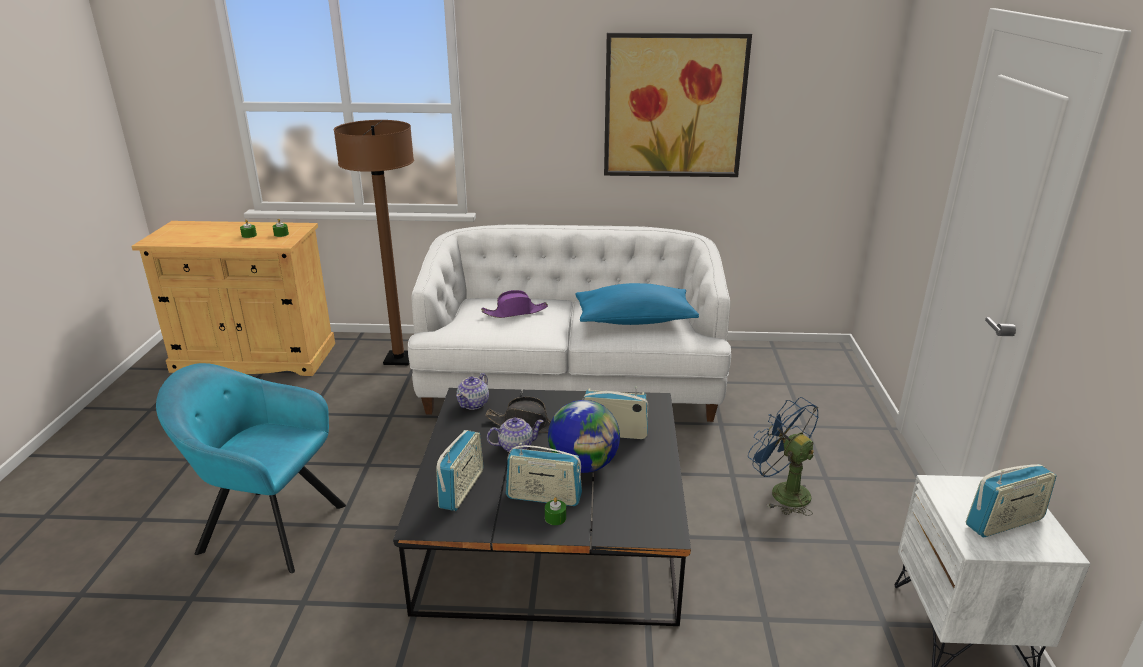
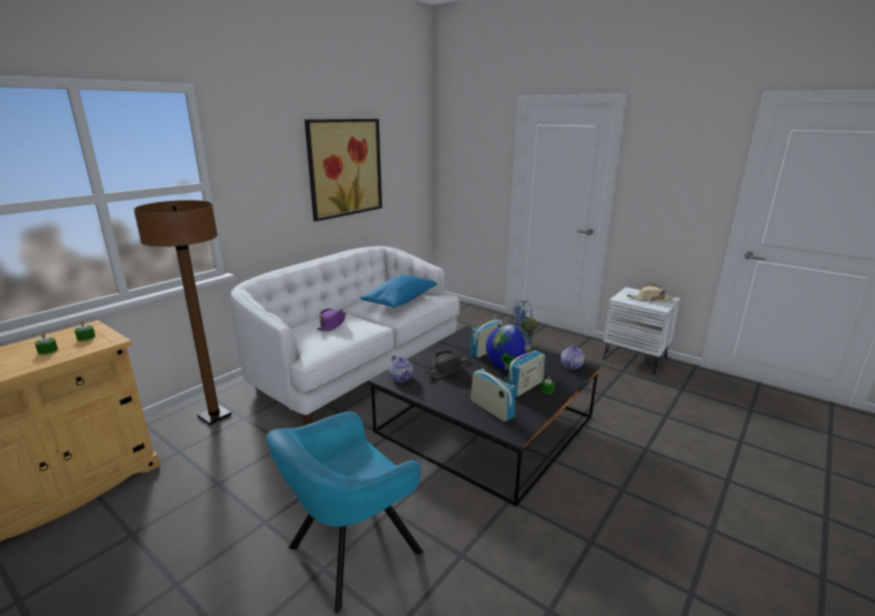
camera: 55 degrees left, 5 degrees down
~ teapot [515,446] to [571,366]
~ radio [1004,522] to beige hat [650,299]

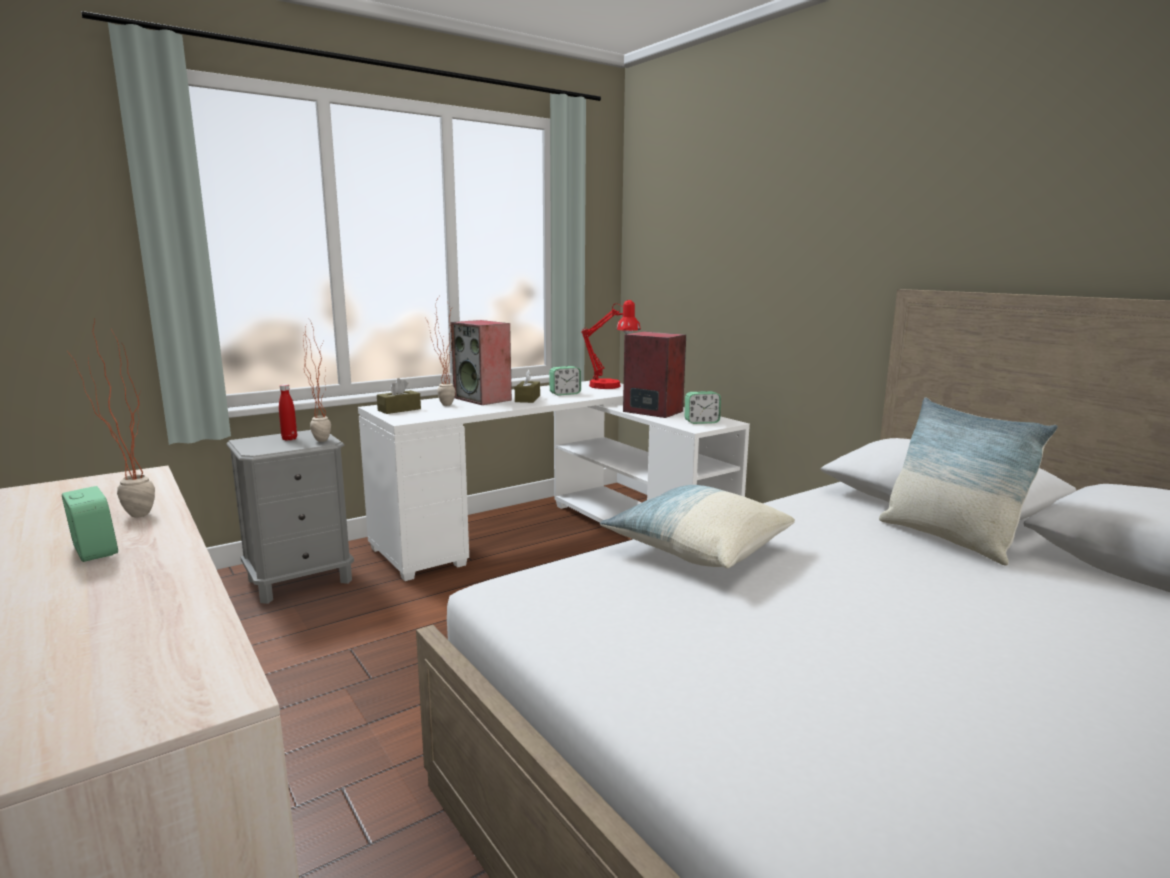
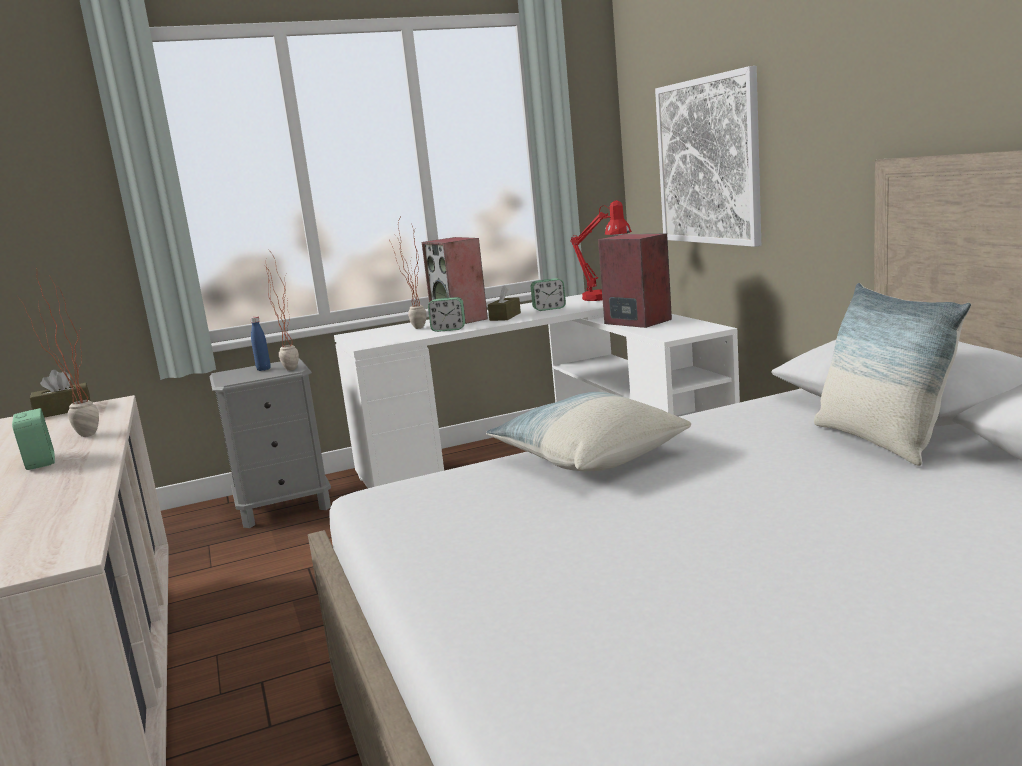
camera: 15 degrees right, 0 degrees up
+ picture [708,161]
~ brown tissue box [399,410] to [63,411]
~ alarm clock [701,422] to [448,329]
~ red bottle [289,439] to blue bottle [263,369]

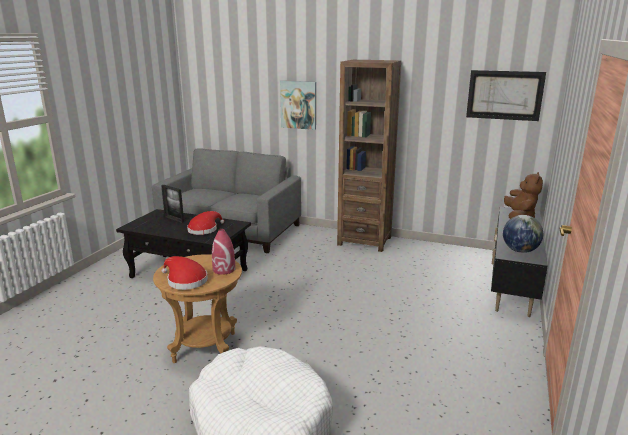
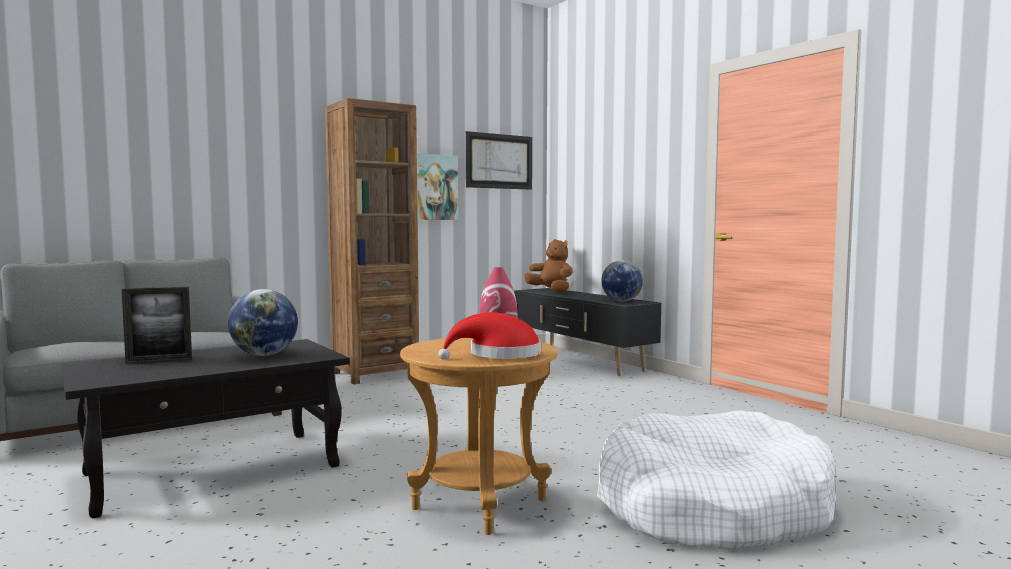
camera: 55 degrees left, 15 degrees down
~ picture [298,105] to [433,187]
~ red hat [204,229] to globe [264,355]

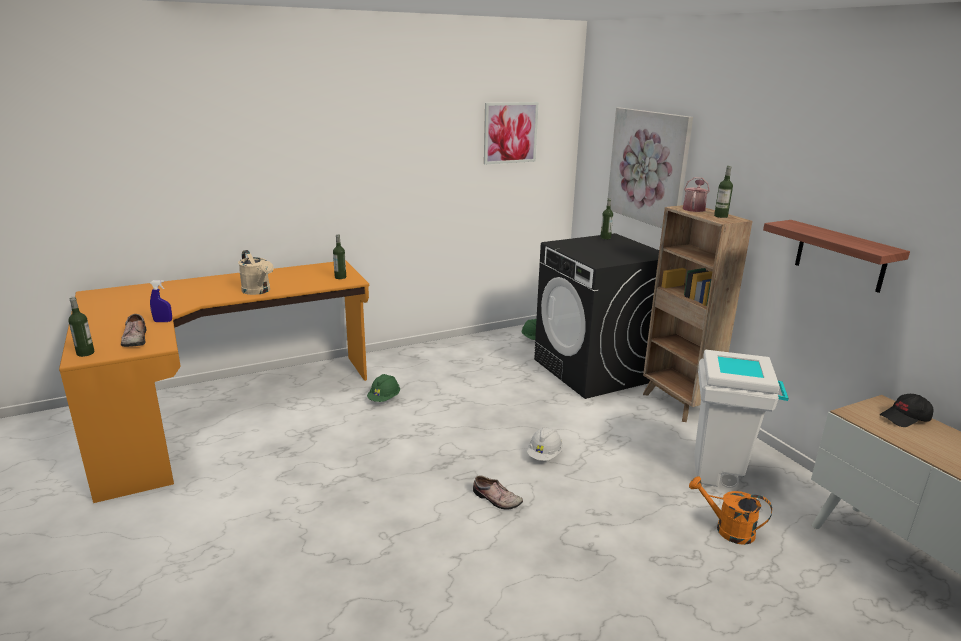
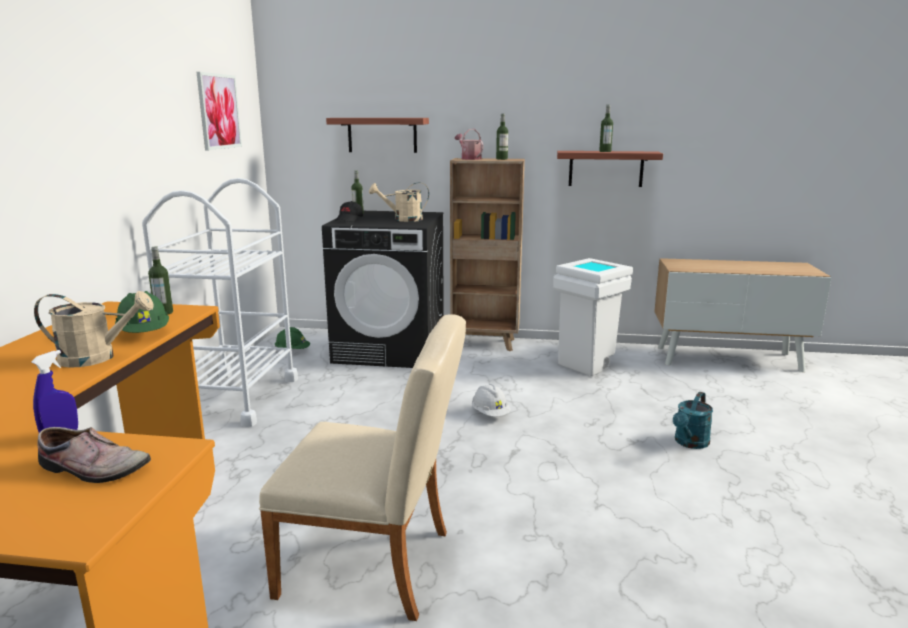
camera: 55 degrees left, 5 degrees down
- shoe [496,499]
- orange watering can [727,529]
+ white cart [236,398]
+ beige chair [377,565]
+ beige watering can [403,219]
+ turquoise watering can [689,443]
~ bottle [85,353] to [605,151]
~ green hard hat [384,399] to [144,333]
~ black cap [905,418] to [349,219]
~ picture [648,167] to shelf [382,135]

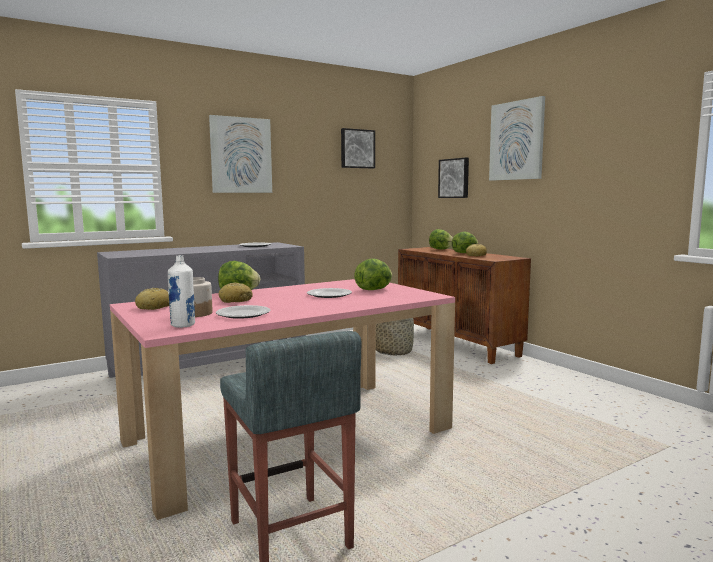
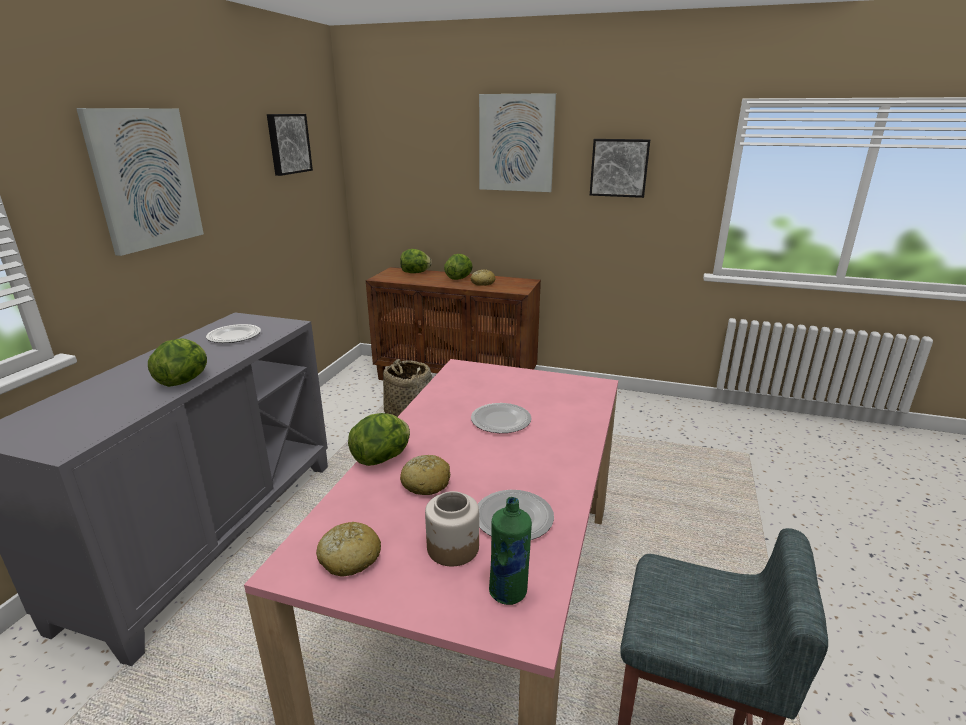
camera: 40 degrees left, 15 degrees up
~ lettuce [374,290] to [185,381]
~ picture [454,178] to [619,167]
~ white bottle [183,325] to green bottle [509,592]

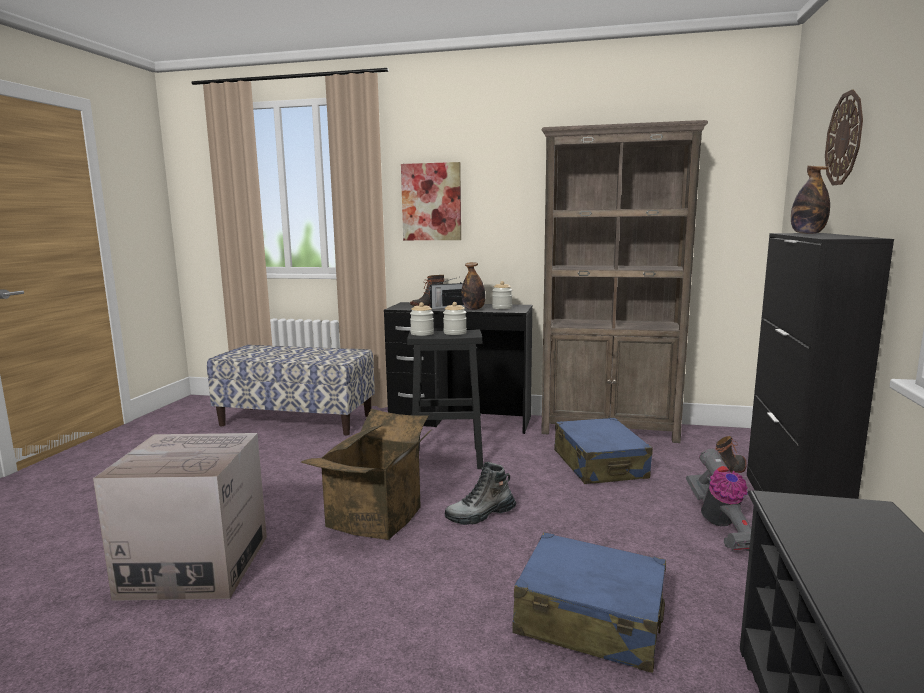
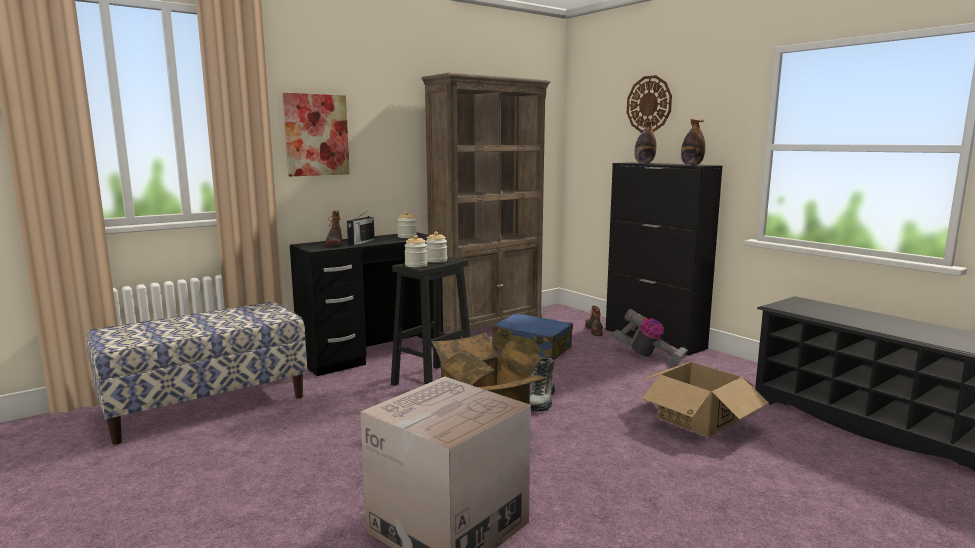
camera: 50 degrees left, 0 degrees up
~ bottle [473,309] to [691,165]
~ blue suitcase [589,620] to cardboard box [697,418]

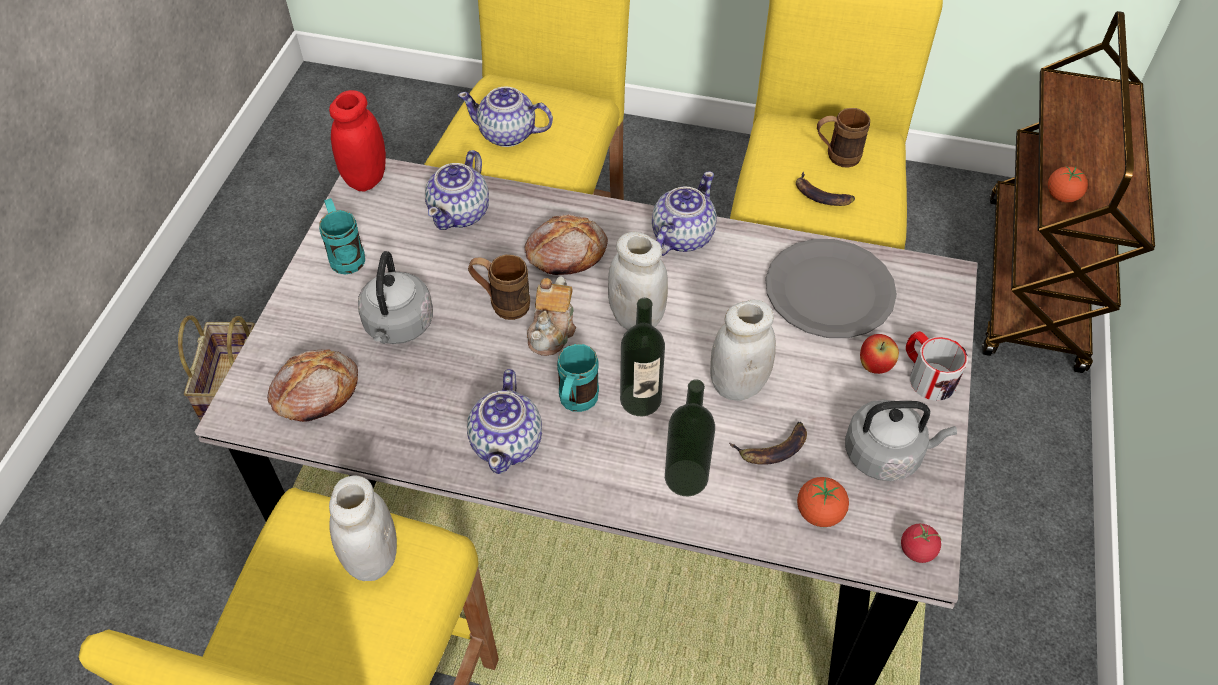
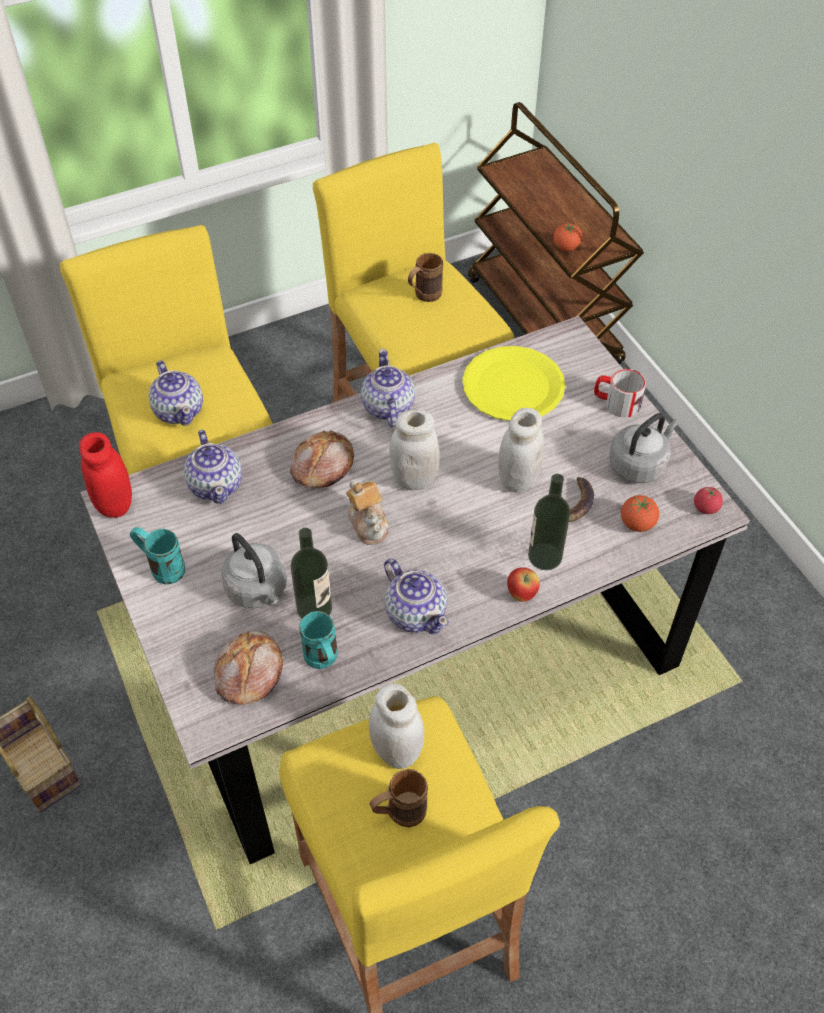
camera: 40 degrees left, 0 degrees up
- banana [822,195]
~ brown mug [502,303] to [398,814]
~ turquoise mug [575,404] to [323,662]
~ bottle [640,399] to [314,608]
~ apple [875,366] to [521,594]
~ grey plate [830,291] to yellow plate [513,386]
~ teapot [508,134] = [179,410] 90 degrees counterclockwise

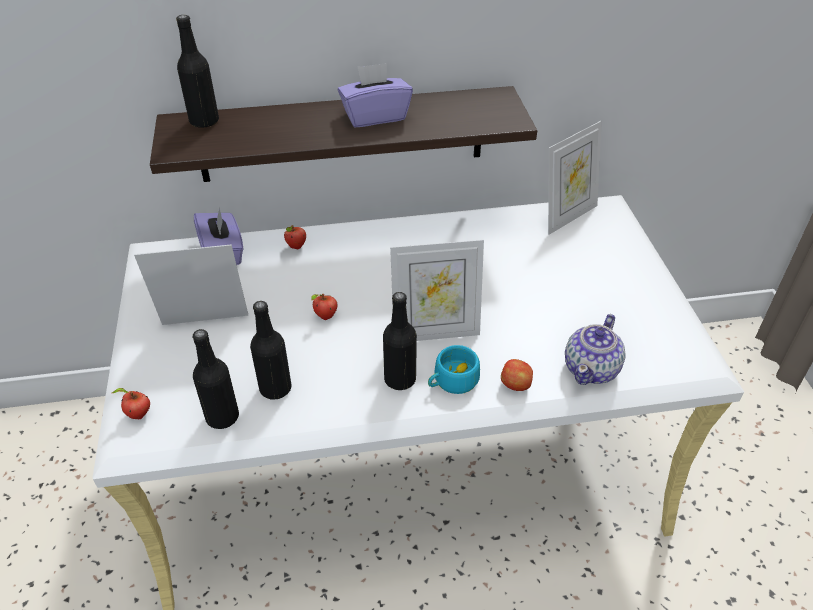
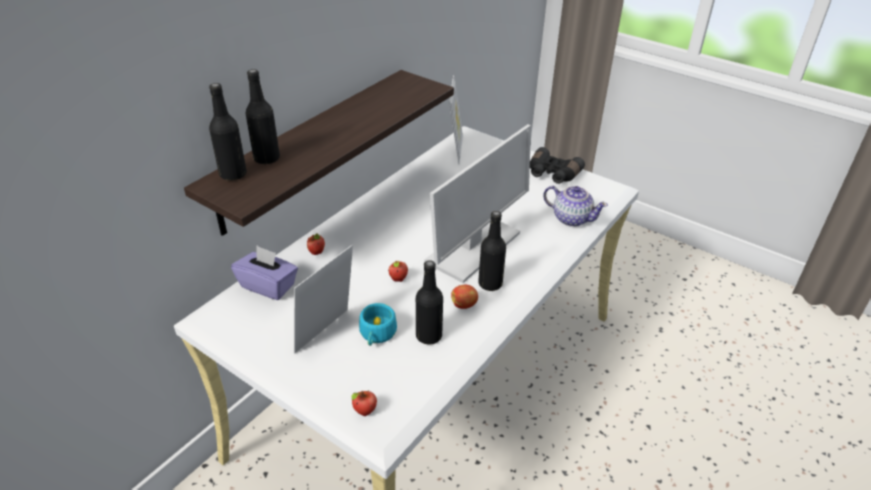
camera: 45 degrees left, 5 degrees down
- purple tissue box [375,116]
+ black binoculars [552,174]
~ black bottle [222,417] to [267,158]
~ turquoise cup [451,381] to [376,335]
~ apple [516,385] to [464,305]
~ picture frame [435,332] to monitor [473,248]
~ teapot [592,369] = [571,218] 45 degrees counterclockwise

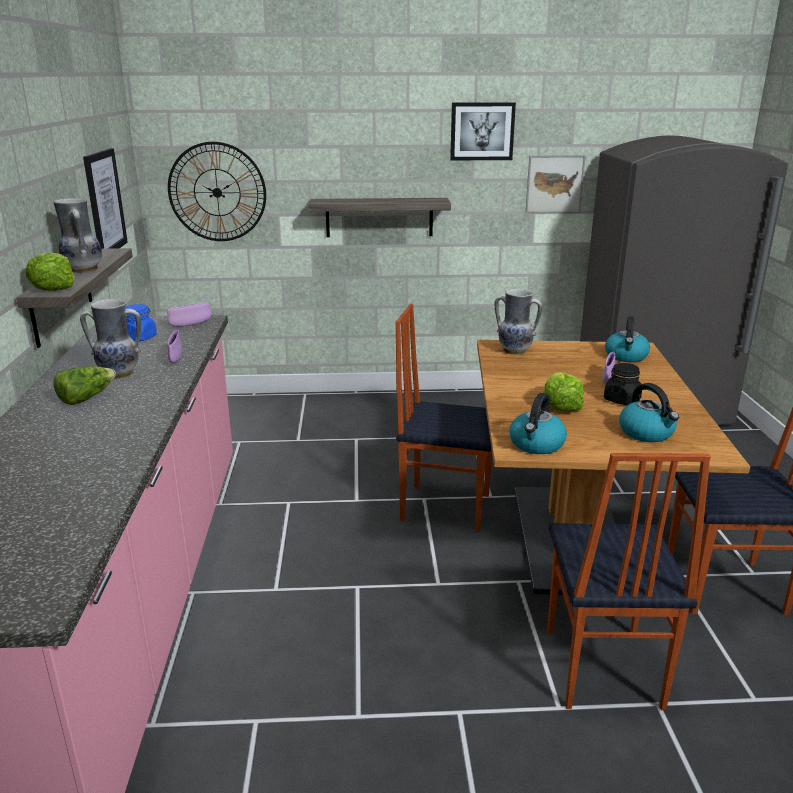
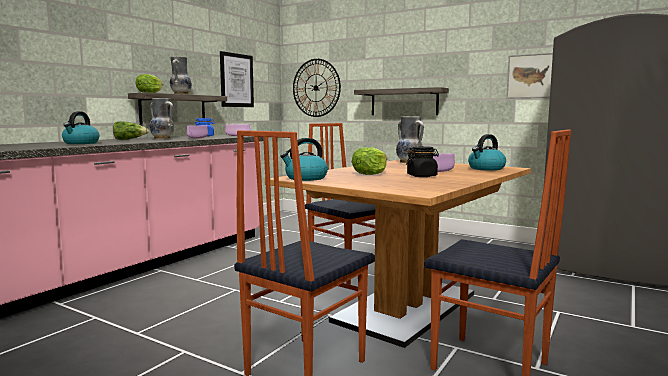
camera: 35 degrees right, 15 degrees down
- picture [482,131]
~ kettle [647,433] to [81,143]

